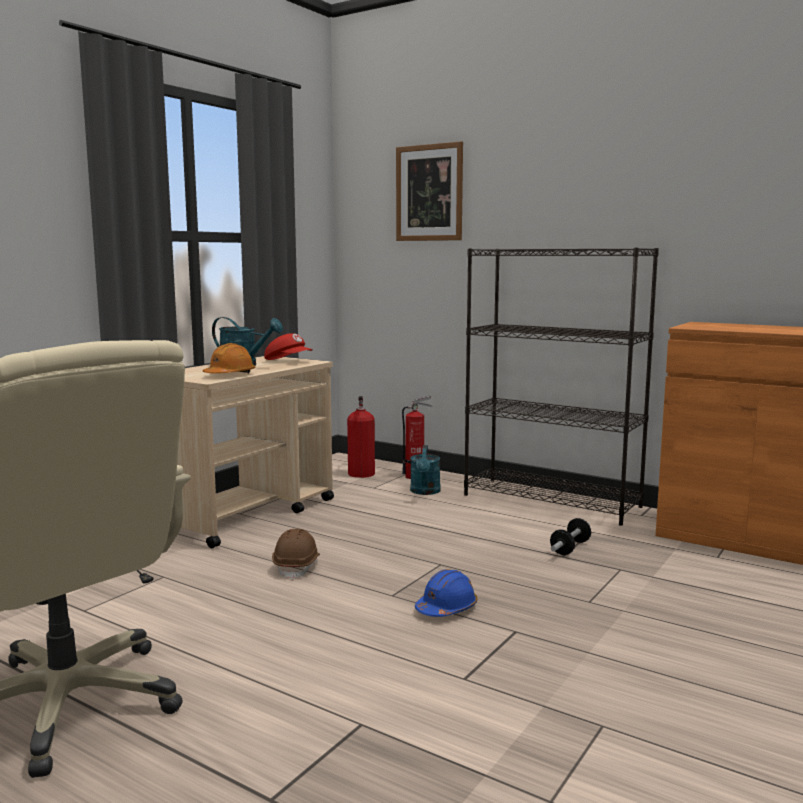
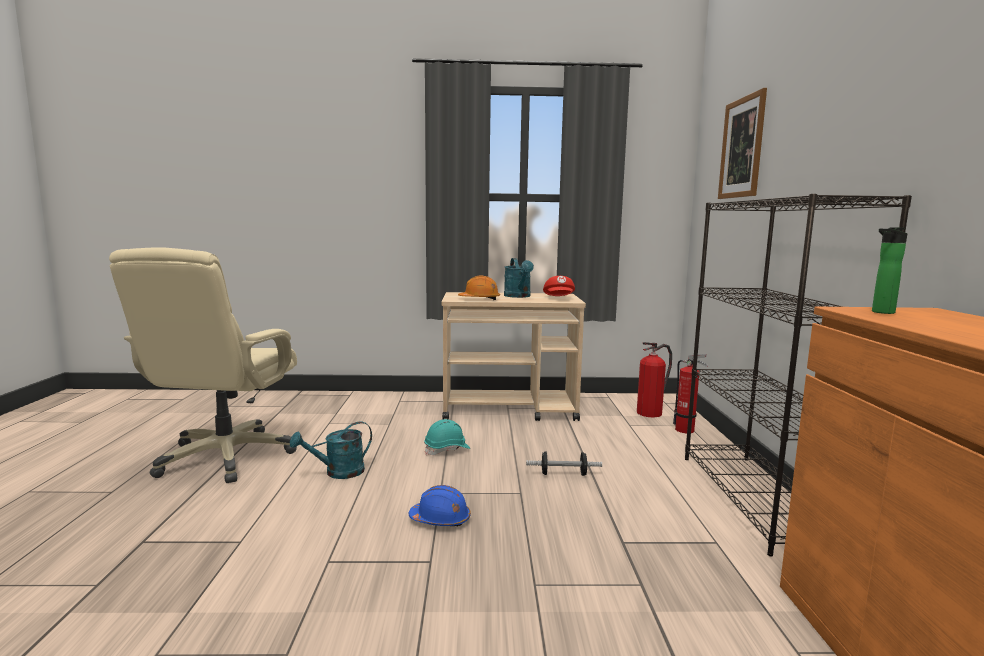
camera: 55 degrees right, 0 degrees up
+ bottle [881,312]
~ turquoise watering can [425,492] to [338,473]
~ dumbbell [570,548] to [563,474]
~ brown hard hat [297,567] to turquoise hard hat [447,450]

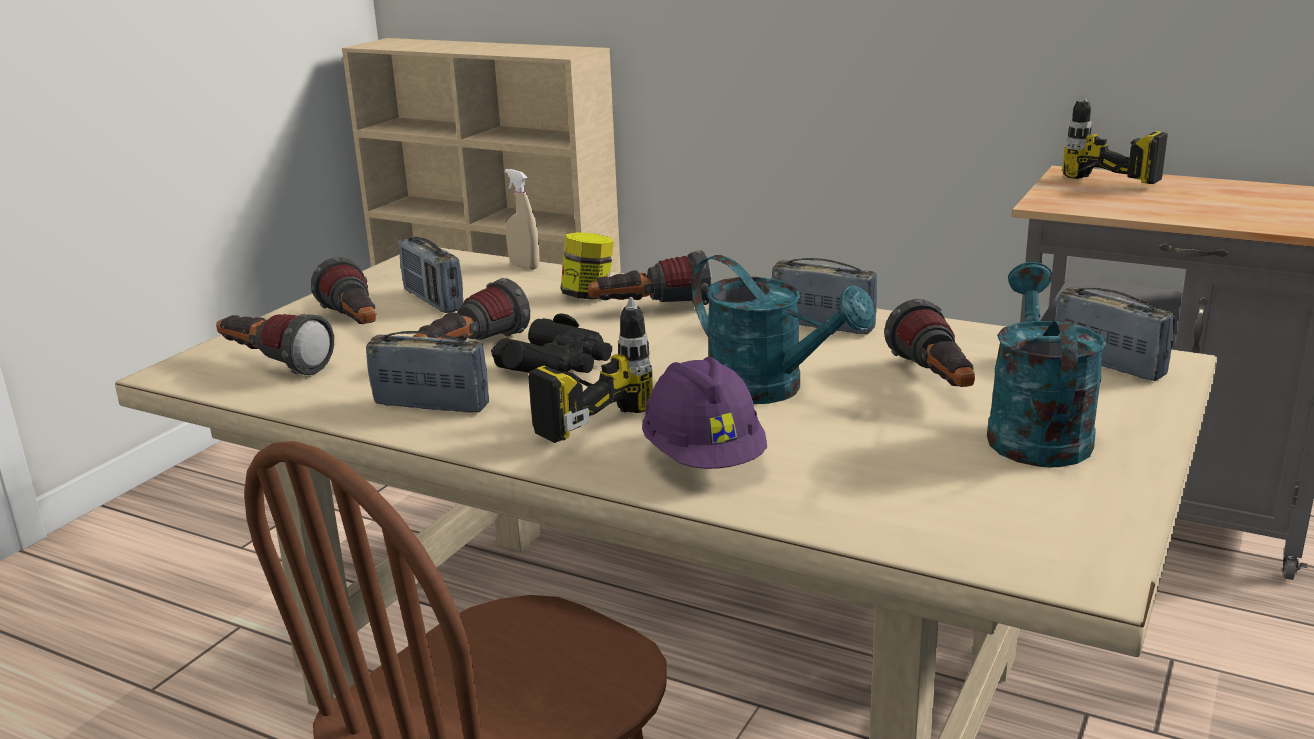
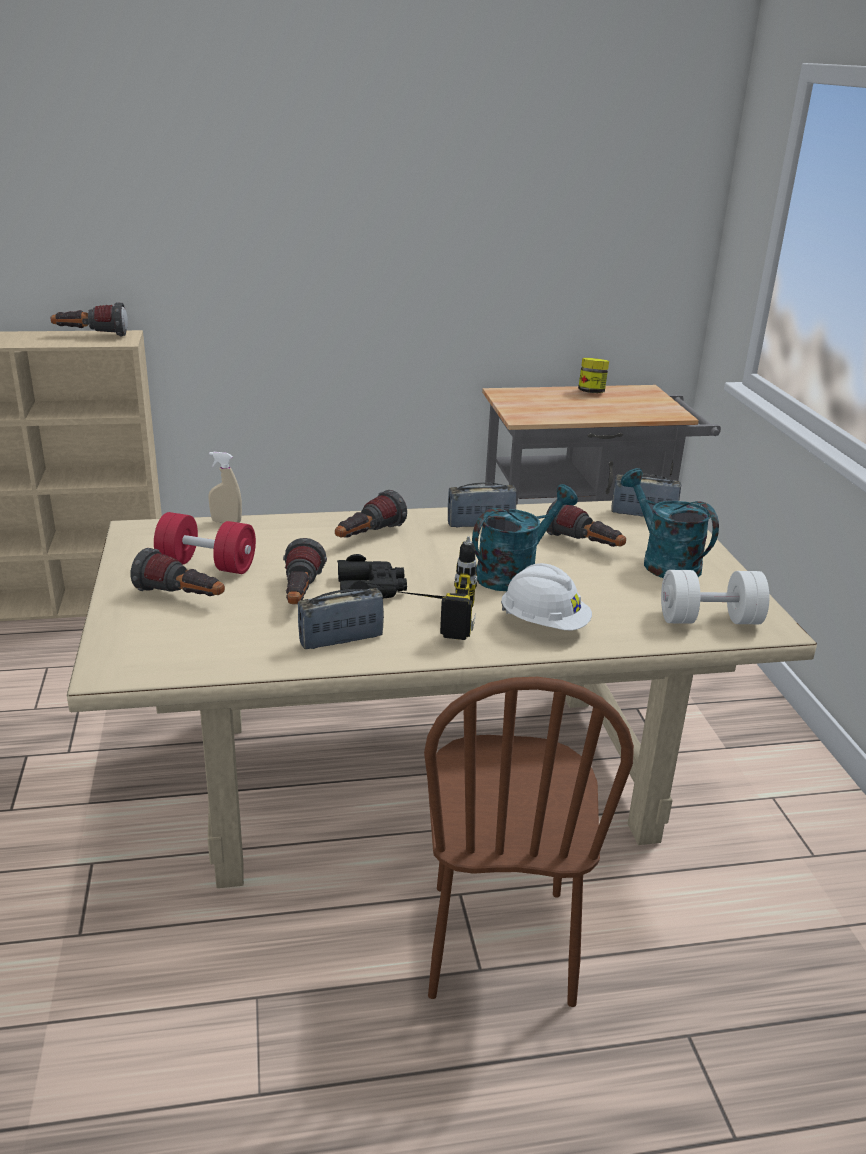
camera: 40 degrees left, 5 degrees up
- power drill [1094,189]
+ white dumbbell [709,620]
~ flashlight [273,364] to [91,336]
~ jar [588,296] to [591,392]
~ radio [433,301] to red dumbbell [207,565]
~ purple hard hat [704,458] to white hard hat [544,624]
~ turquoise watering can [769,390] = [514,573] 45 degrees counterclockwise

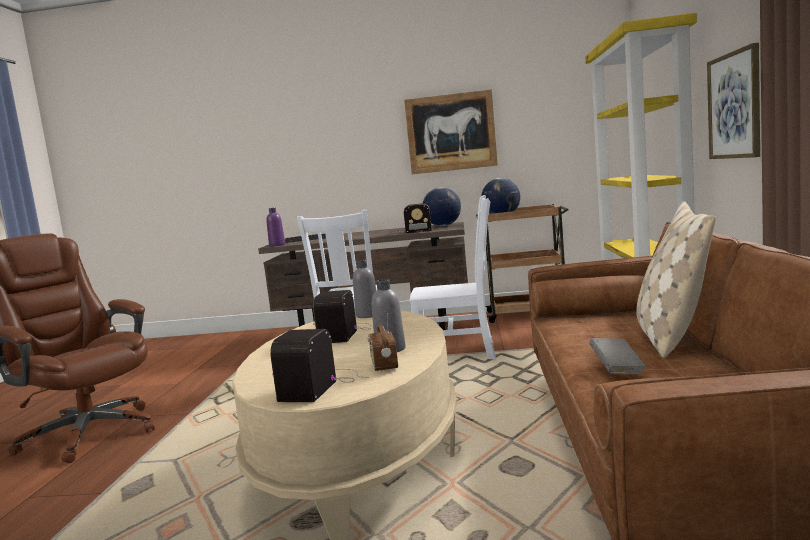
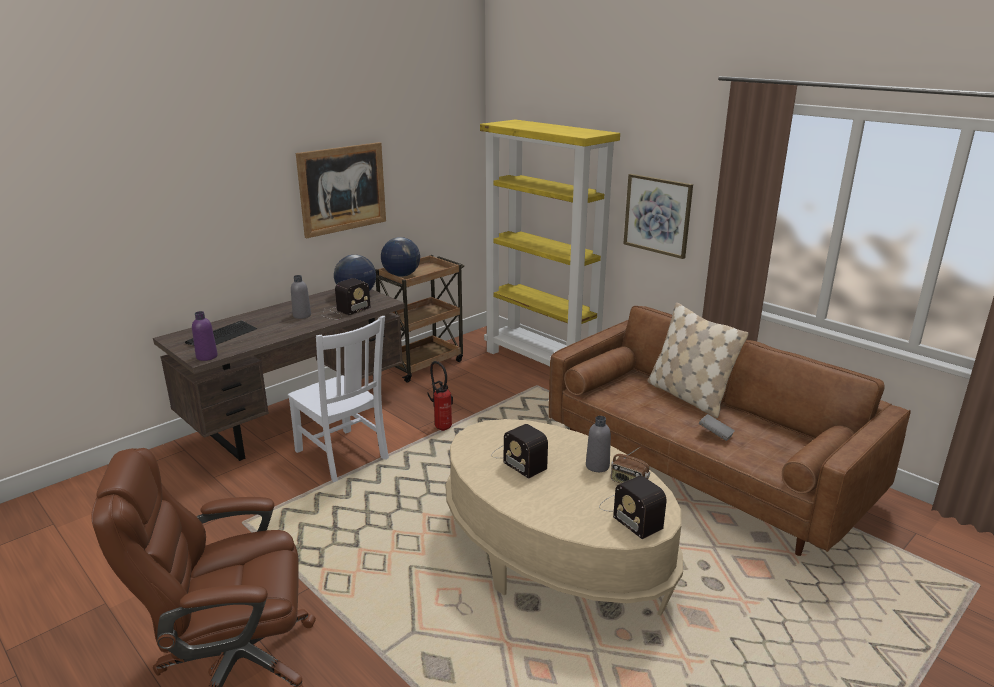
camera: 50 degrees left, 15 degrees up
~ grey bottle [367,315] to [302,315]
~ white chair [459,353] to fire extinguisher [442,426]

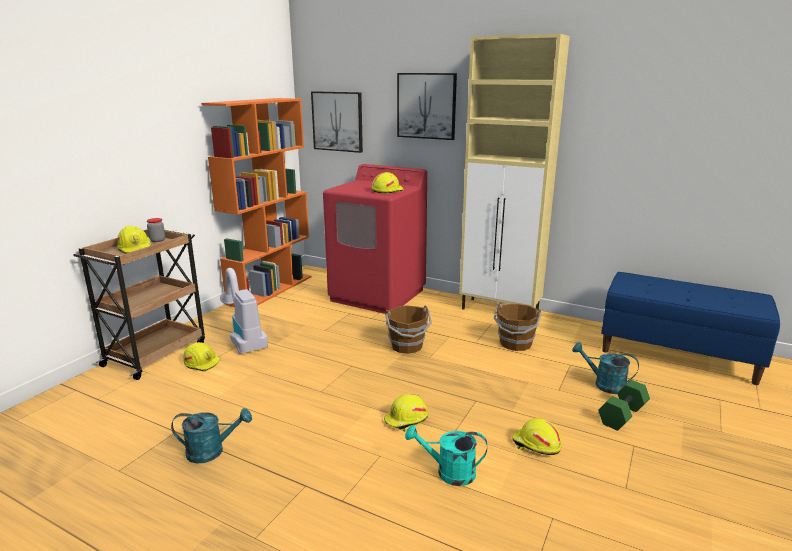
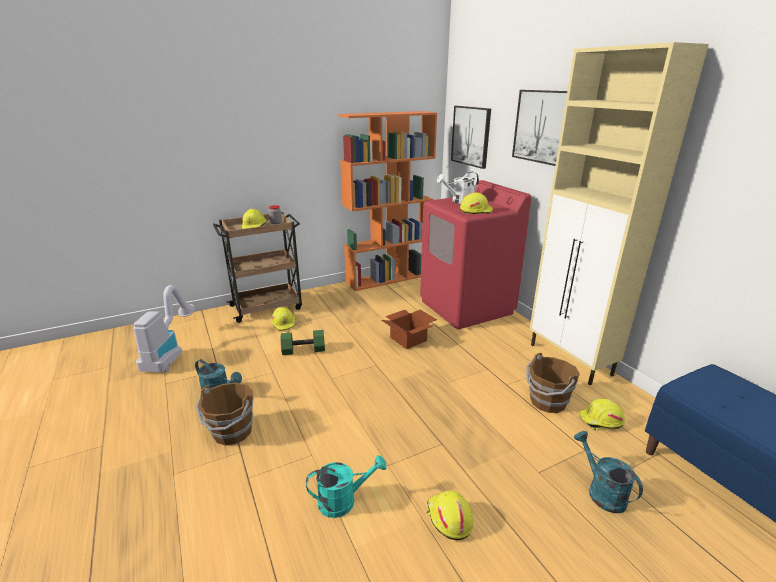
camera: 35 degrees right, 5 degrees up
+ cardboard box [409,339]
+ white watering can [459,202]
~ vacuum cleaner [243,338] to [170,353]
~ yellow hard hat [406,420] to [601,421]
~ brown bucket [407,346] to [232,432]
~ green dumbbell [623,415] to [303,350]
~ turquoise watering can [448,472] = [344,500] 120 degrees clockwise

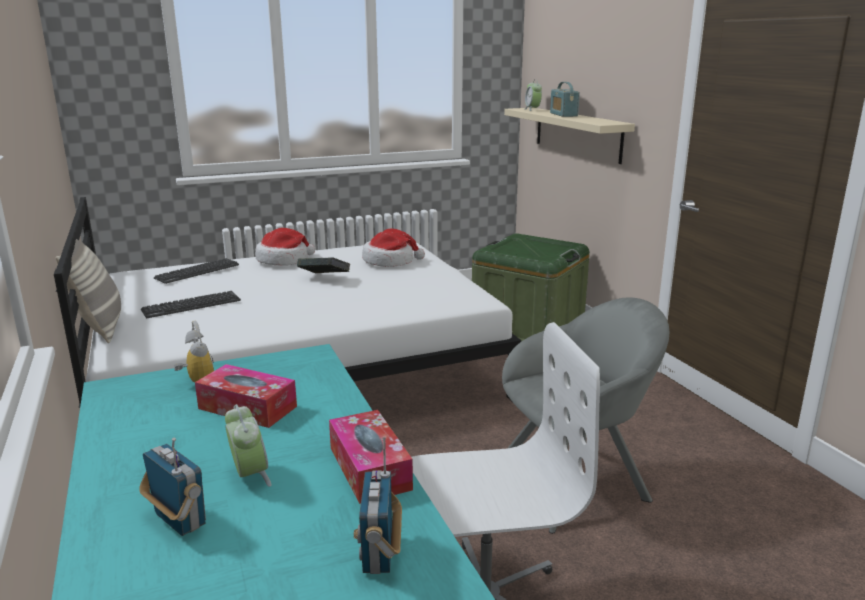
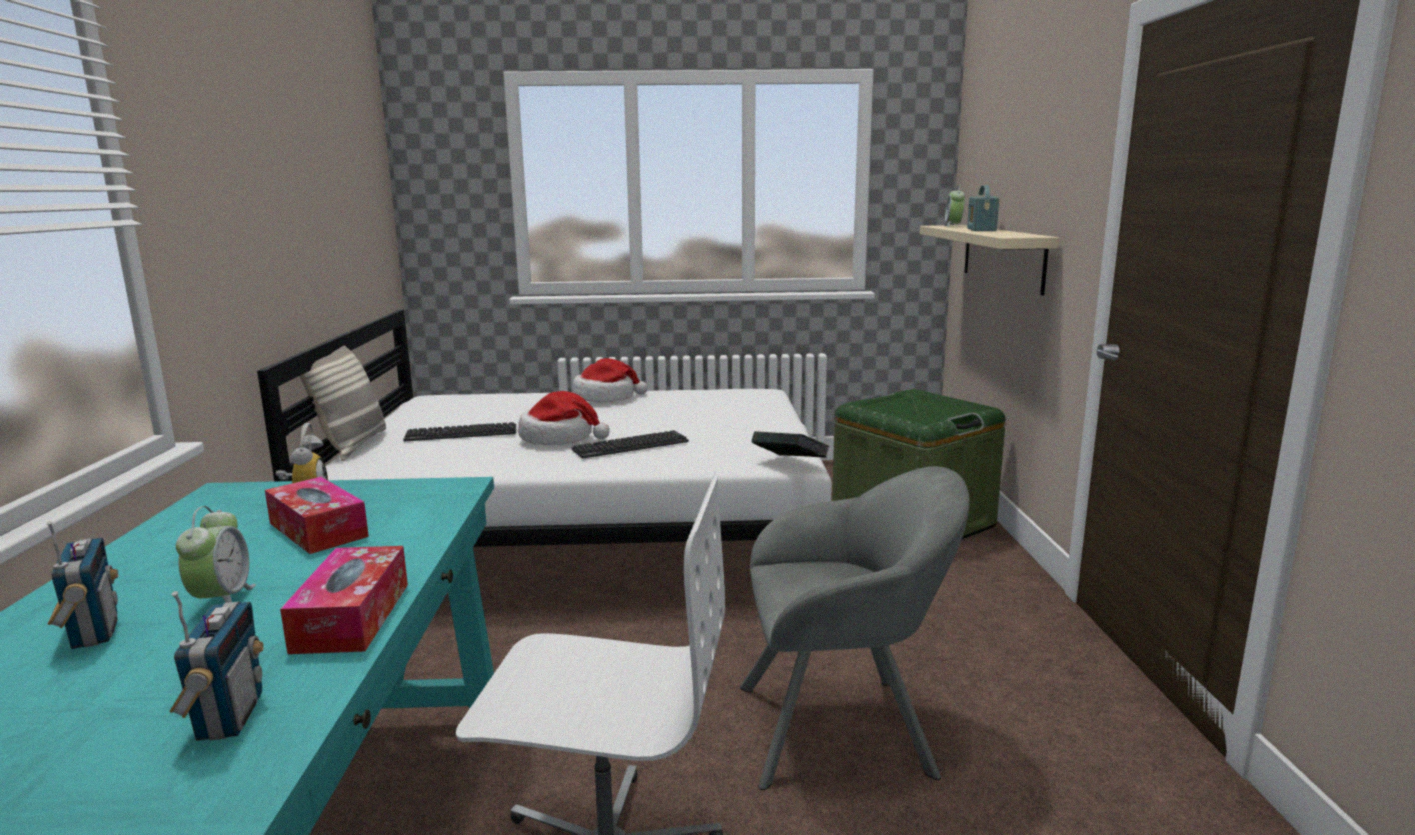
camera: 20 degrees right, 5 degrees down
~ keyboard [197,272] to [630,446]
~ book [324,279] to [789,464]
~ hat [390,261] to [559,438]
~ radio [379,554] = [229,717] 150 degrees clockwise

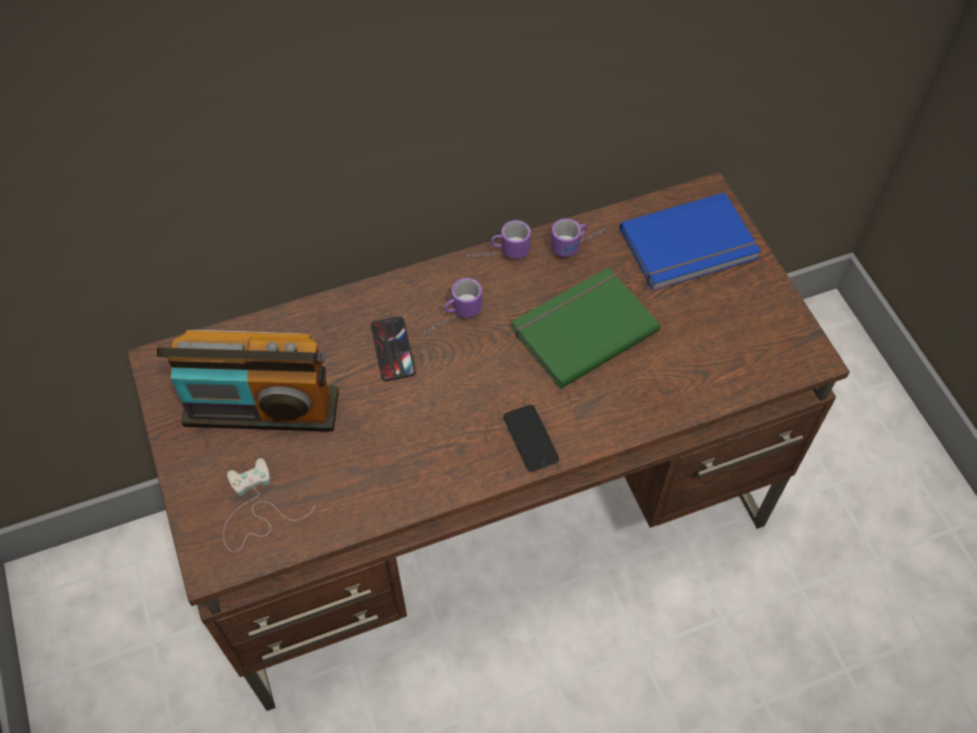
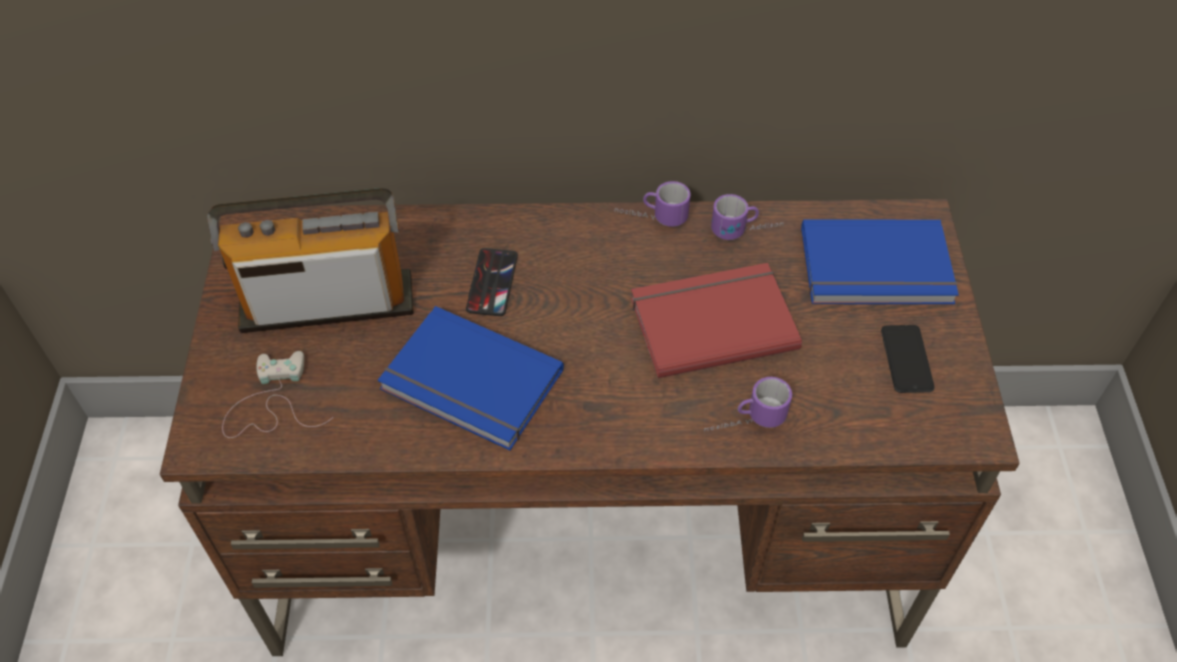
camera: 20 degrees right, 5 degrees down
+ blue book [470,384]
~ mug [452,319] to [744,423]
~ phone [530,438] to [906,359]
~ green book [581,328] to red book [711,320]
~ radio [261,409] = [327,303] 150 degrees clockwise

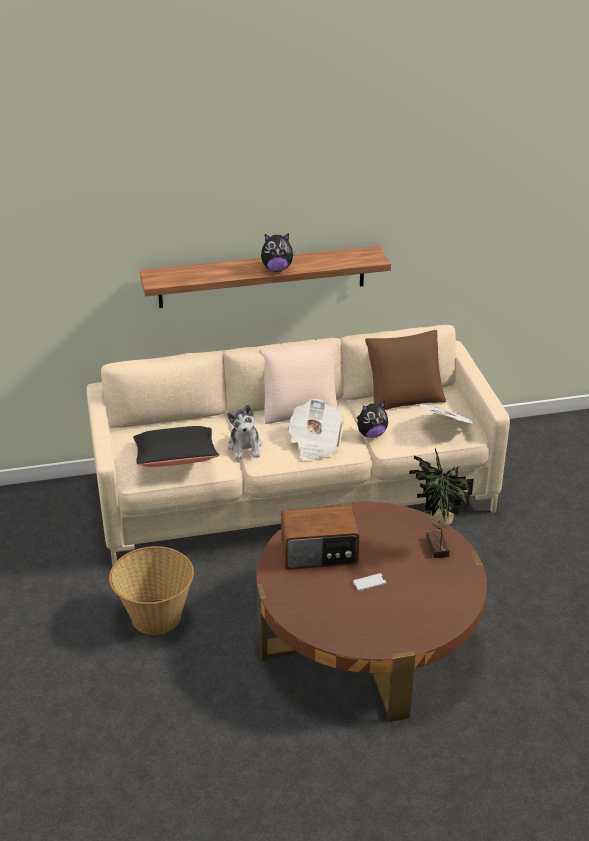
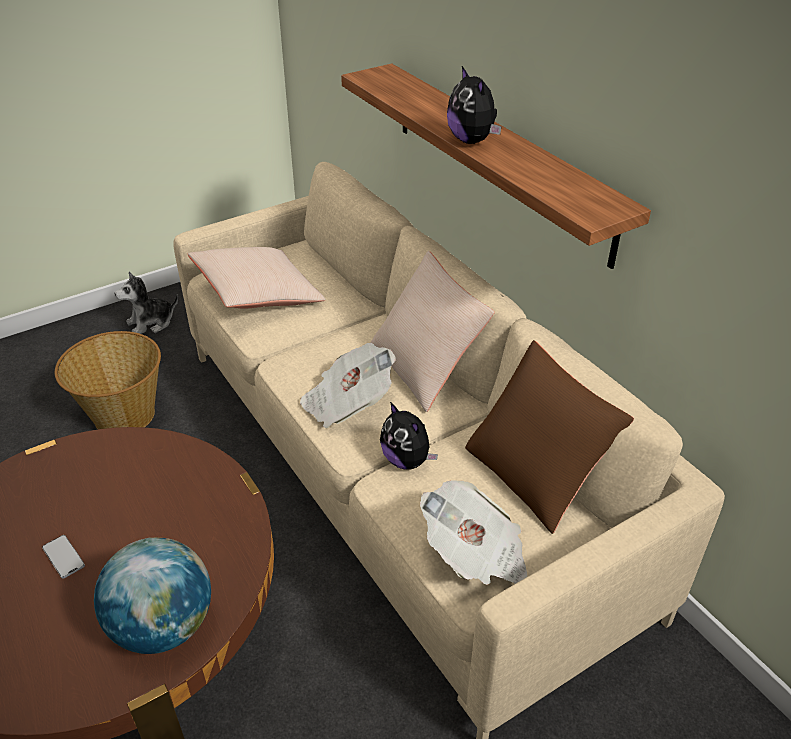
camera: 70 degrees right, 5 degrees up
- radio [319,553]
~ plush toy [245,447] to [151,323]
~ potted plant [435,548] to globe [164,626]
~ black pillow [176,459] to beige pillow [258,294]

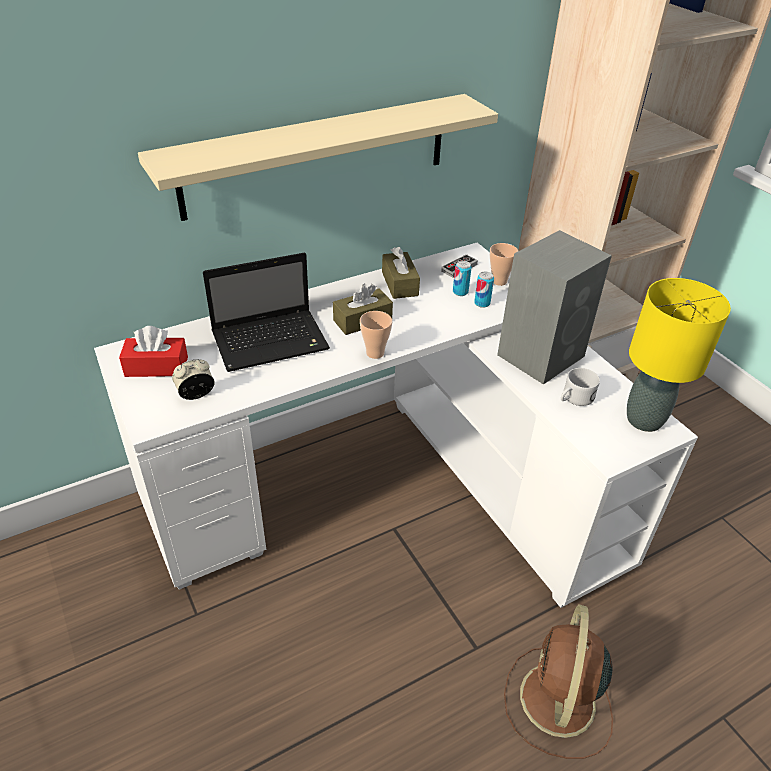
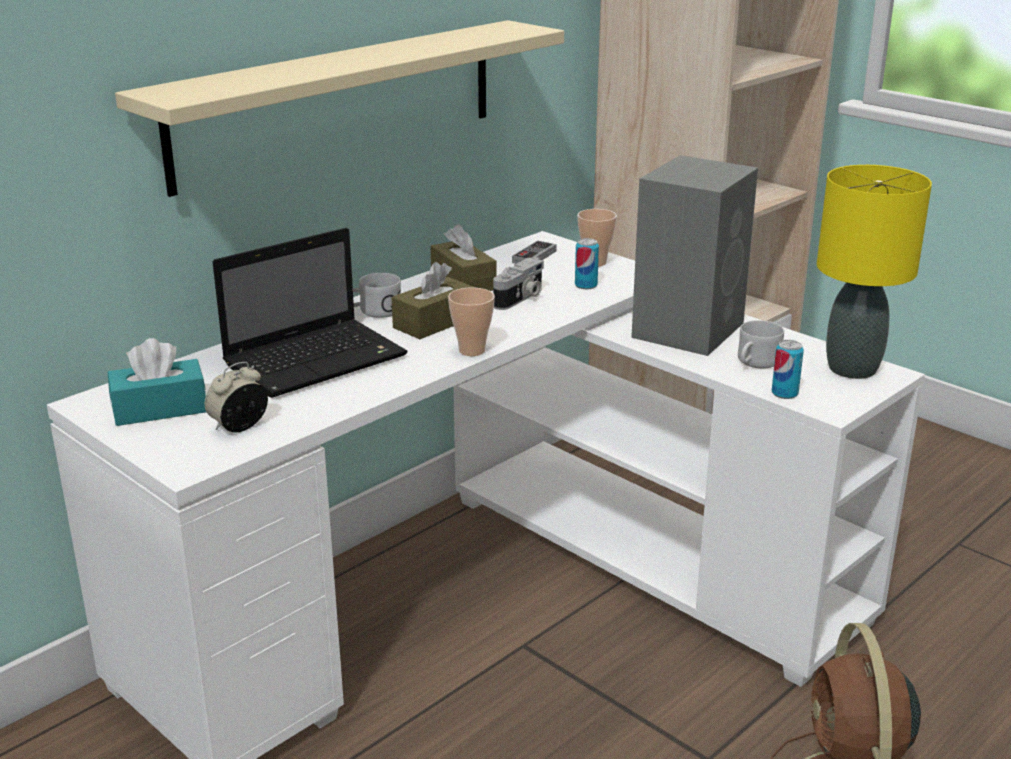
camera: 15 degrees left, 15 degrees down
+ white mug [373,312]
+ photo camera [521,298]
~ can [460,292] to [784,393]
~ red tissue box [156,367] to turquoise tissue box [160,409]

